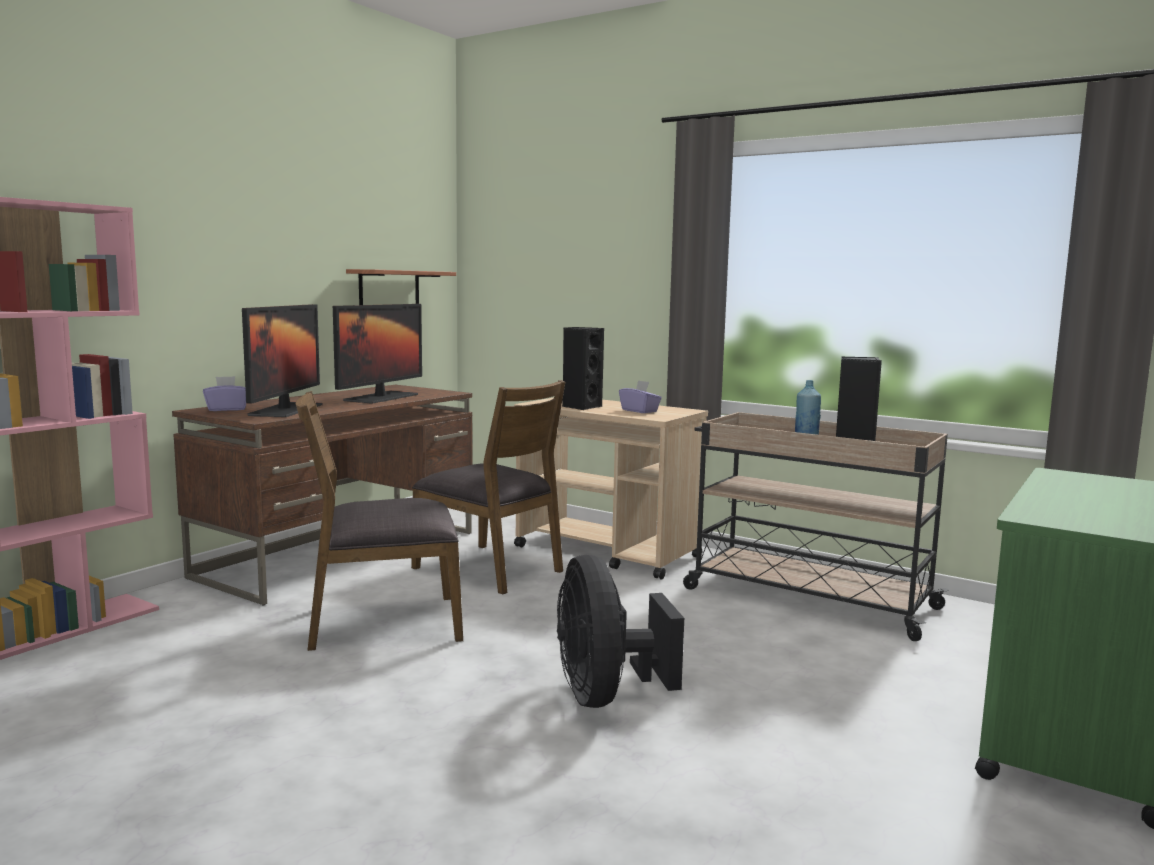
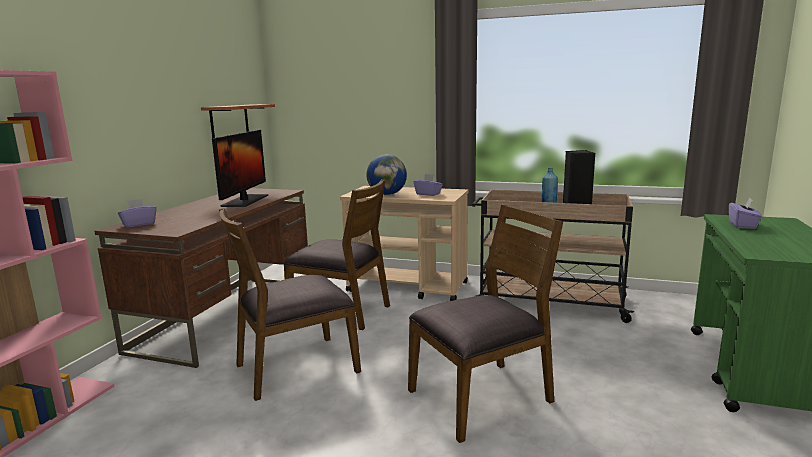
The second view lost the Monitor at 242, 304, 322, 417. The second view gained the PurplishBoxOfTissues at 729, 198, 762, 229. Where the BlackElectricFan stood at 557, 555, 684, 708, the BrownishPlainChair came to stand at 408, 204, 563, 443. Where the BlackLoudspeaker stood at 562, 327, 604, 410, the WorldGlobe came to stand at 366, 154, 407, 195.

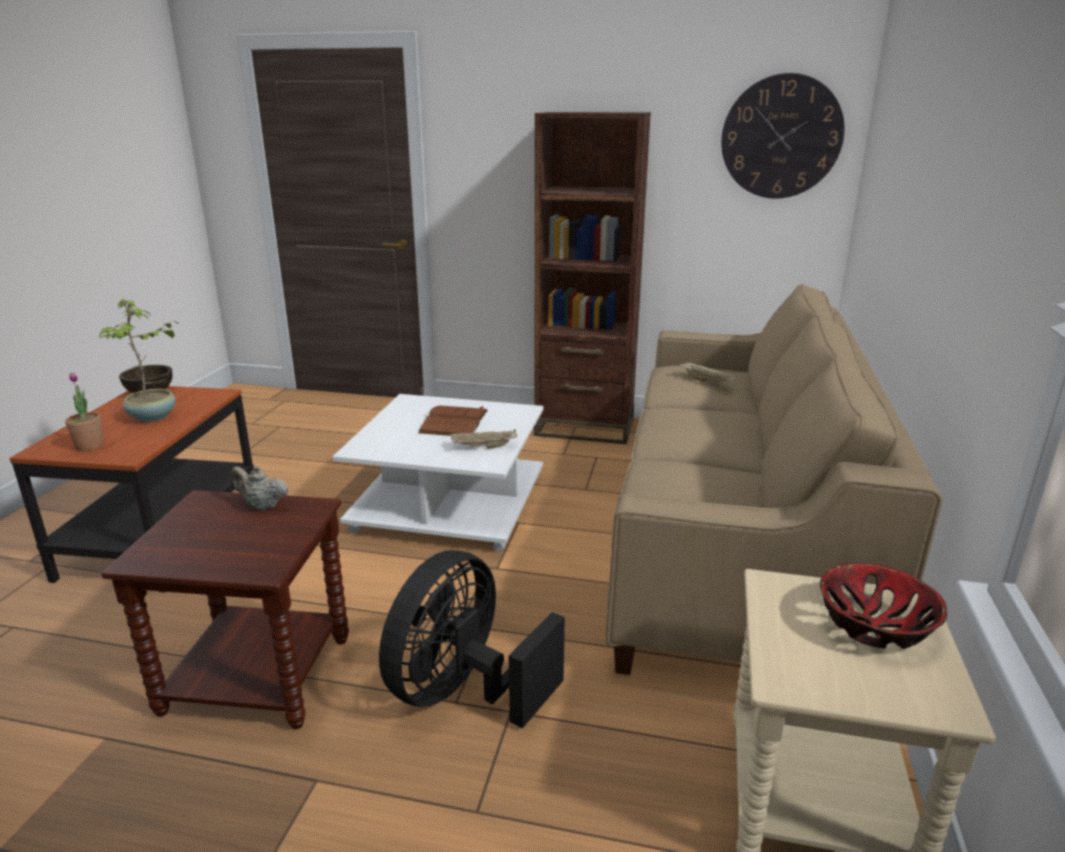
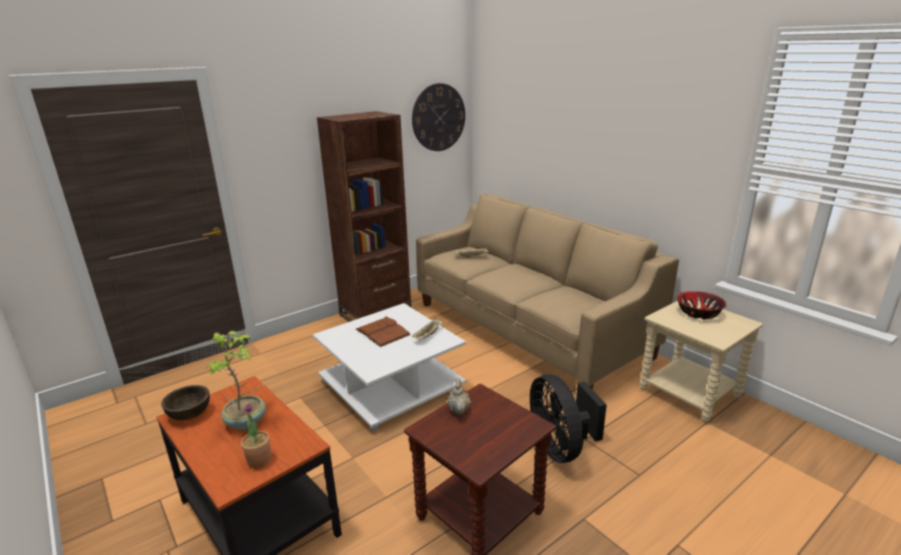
The BeigeColouredPotForTea at 231, 466, 289, 510 ended up facing another way, 120 degrees clockwise from before.

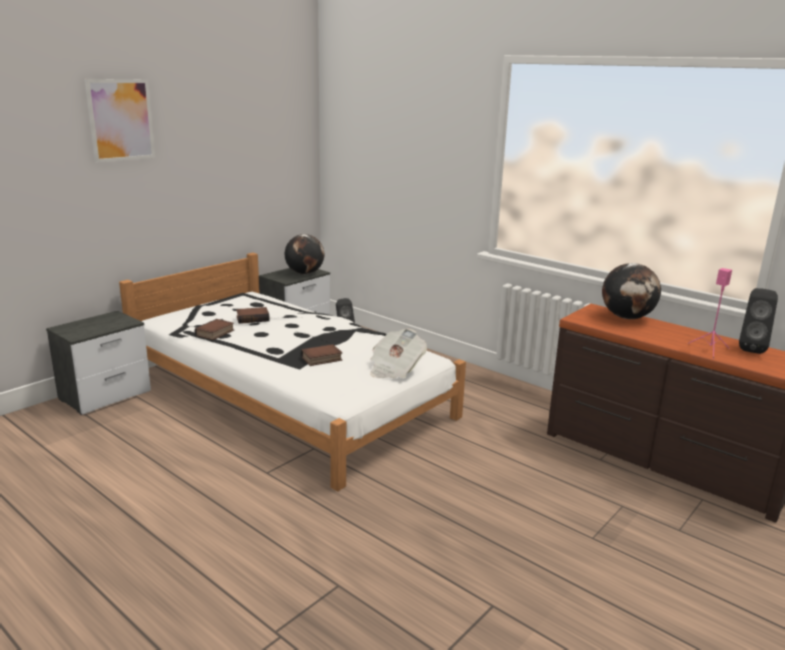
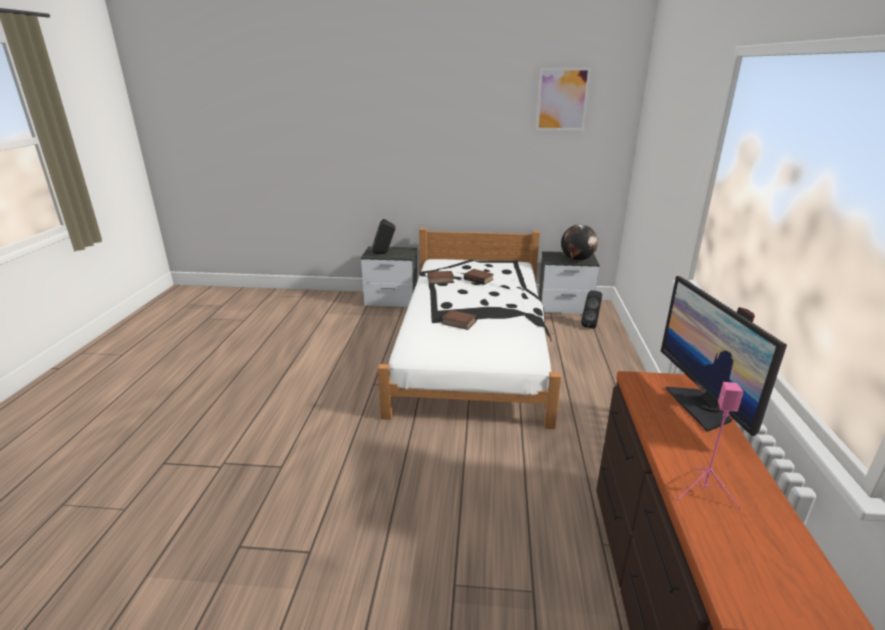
The second view lost the PrintedPaper at 370, 329, 427, 378. The WallArt ended up elsewhere, having gone from 85, 79, 155, 163 to 536, 67, 591, 131. The BlackLoudspeaker ended up elsewhere, having gone from 739, 288, 778, 354 to 372, 219, 395, 254. Where the WorldGlobe stood at 602, 263, 661, 319, the Monitor came to stand at 661, 276, 787, 436.

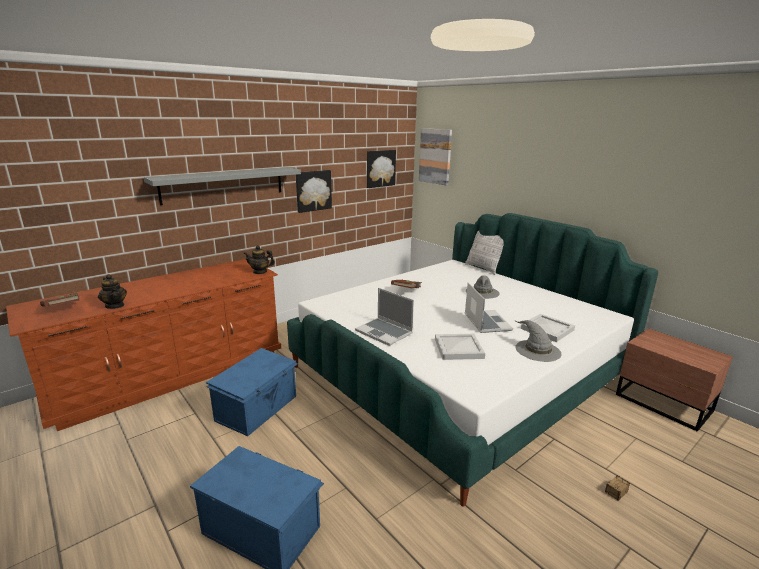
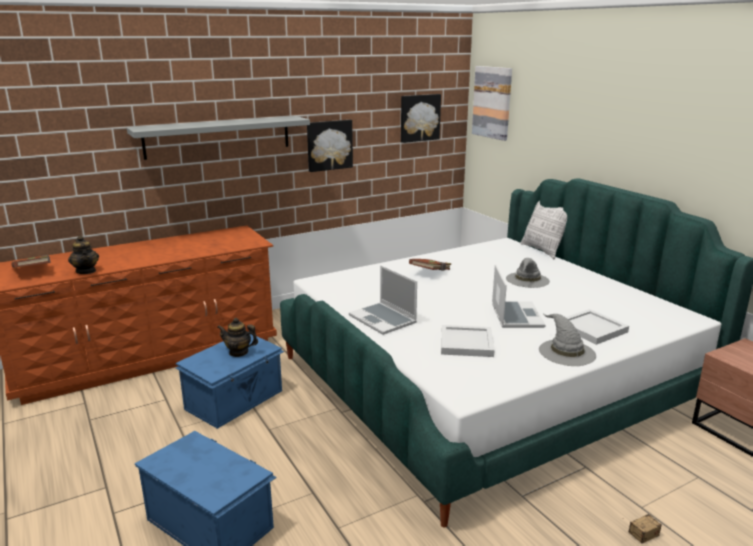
The PotForTea ended up elsewhere, having gone from 244, 245, 275, 274 to 217, 318, 258, 357.

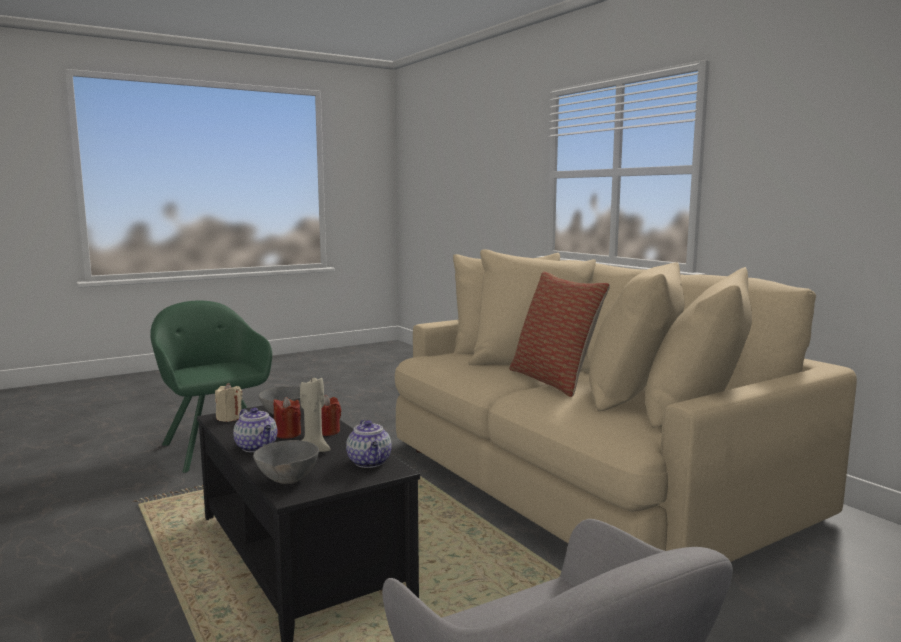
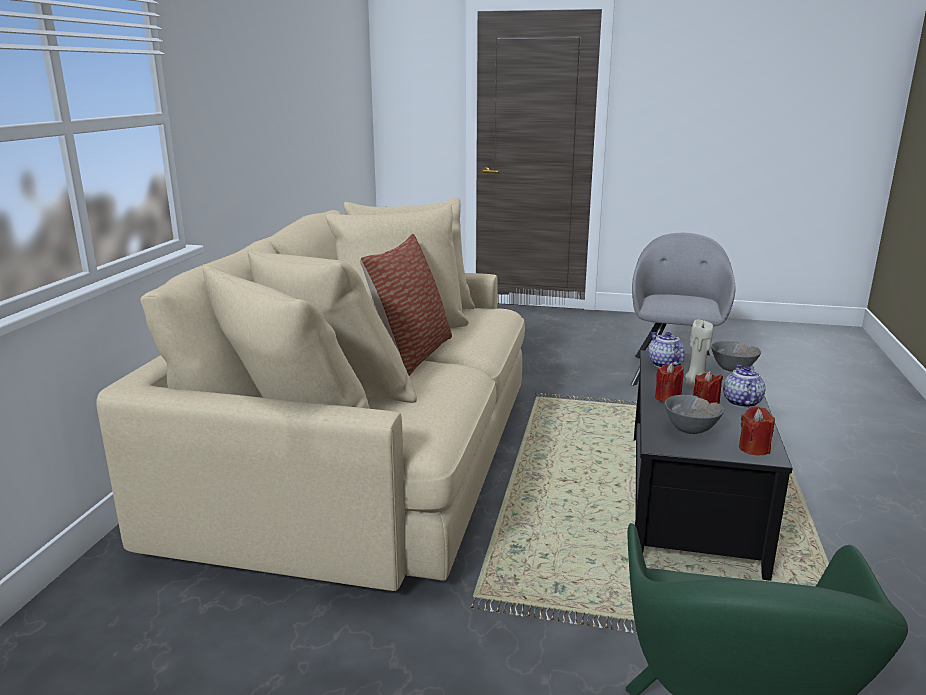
What was the BeigeColouredWaxCandle at 215, 383, 243, 422 turned into the ReddishWaxCandle at 739, 406, 775, 455. The PotForTea at 346, 420, 392, 468 ended up facing another way, 45 degrees counterclockwise from before.

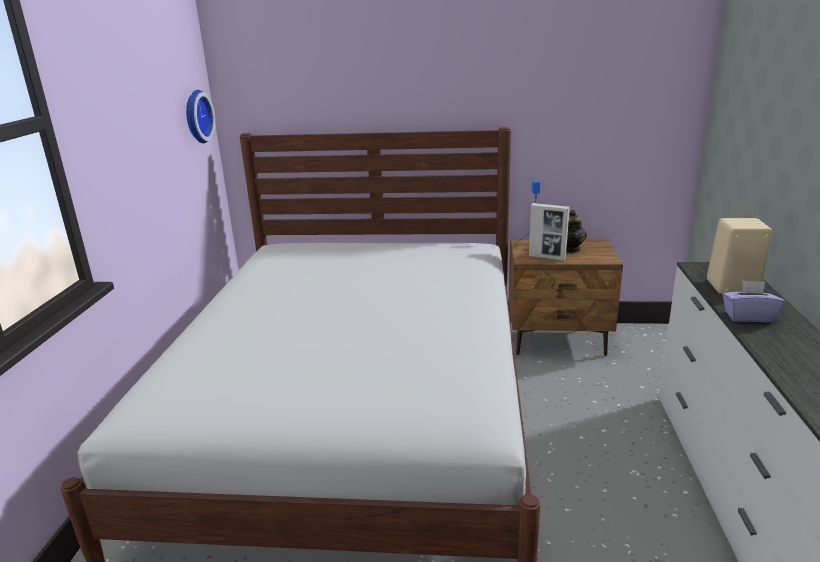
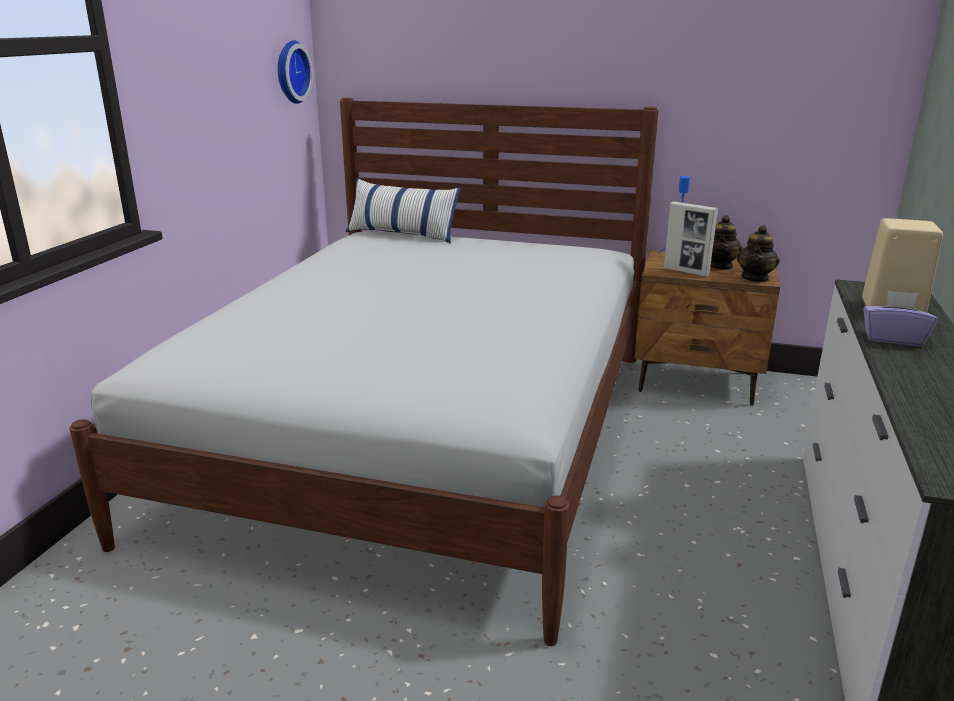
The second view gained the Pillow at 346, 178, 461, 243. The second view gained the PotForTea at 737, 225, 780, 283.

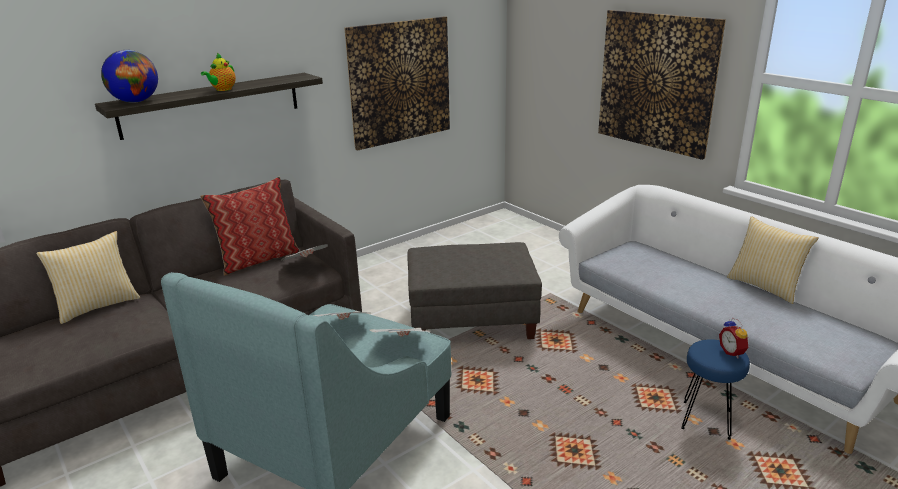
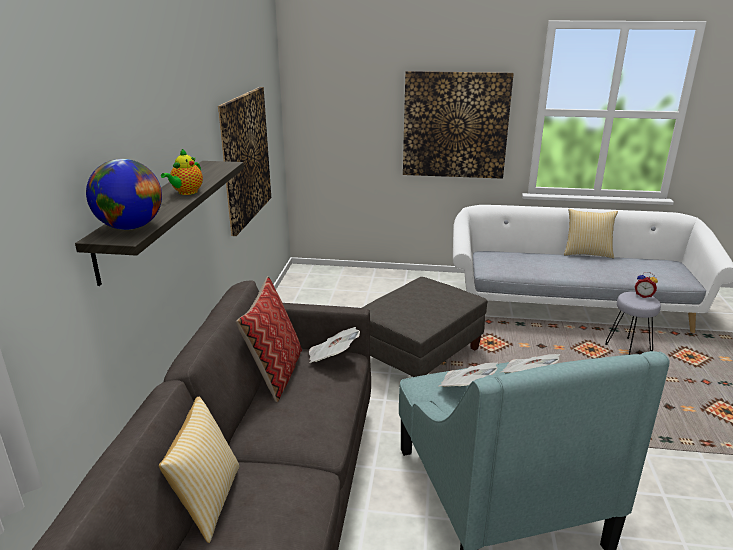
What was the BluishStoolSeat at 681, 339, 750, 440 turned into the GreyishStoolSeat at 605, 291, 661, 355. The PotForTea at 201, 53, 236, 91 ended up facing another way, 45 degrees clockwise from before.

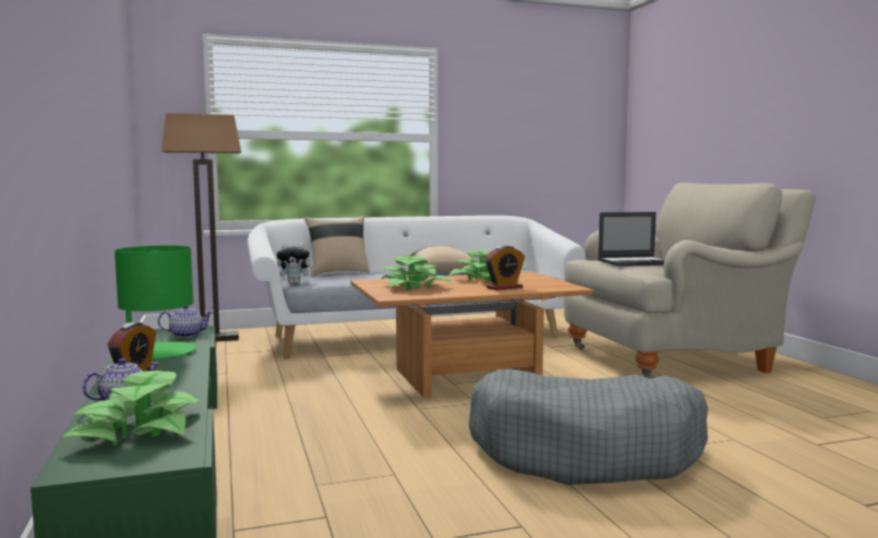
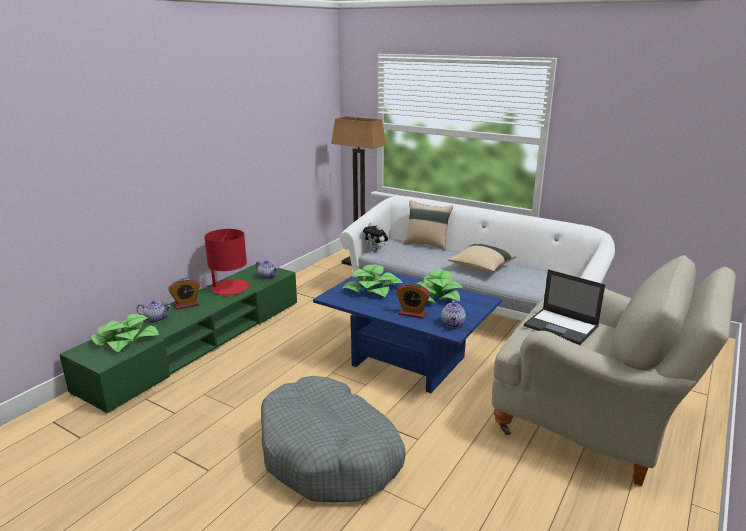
The second view gained the PotForTea at 441, 300, 466, 328. What was the GreenColouredTableLamp at 115, 245, 196, 359 turned into the ReddishTableLamp at 204, 229, 249, 295. What was the BrownishLowTable at 351, 272, 594, 398 turned into the BluishLowTable at 313, 270, 502, 393.

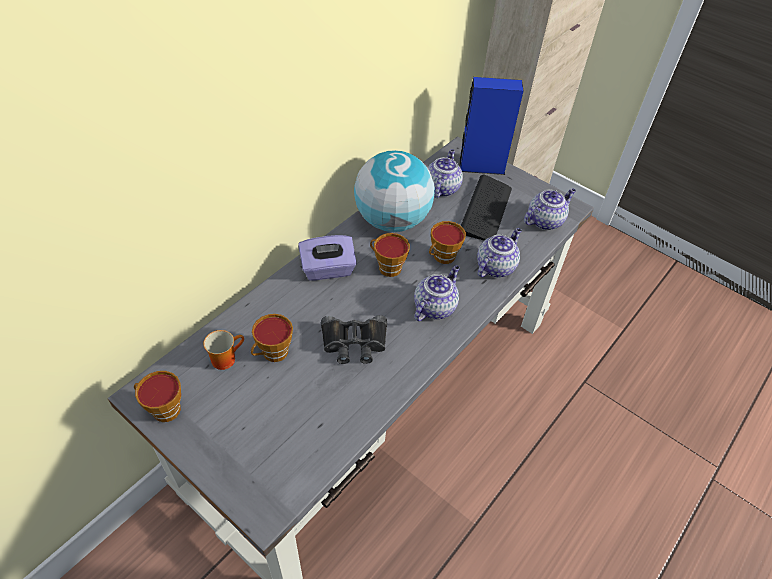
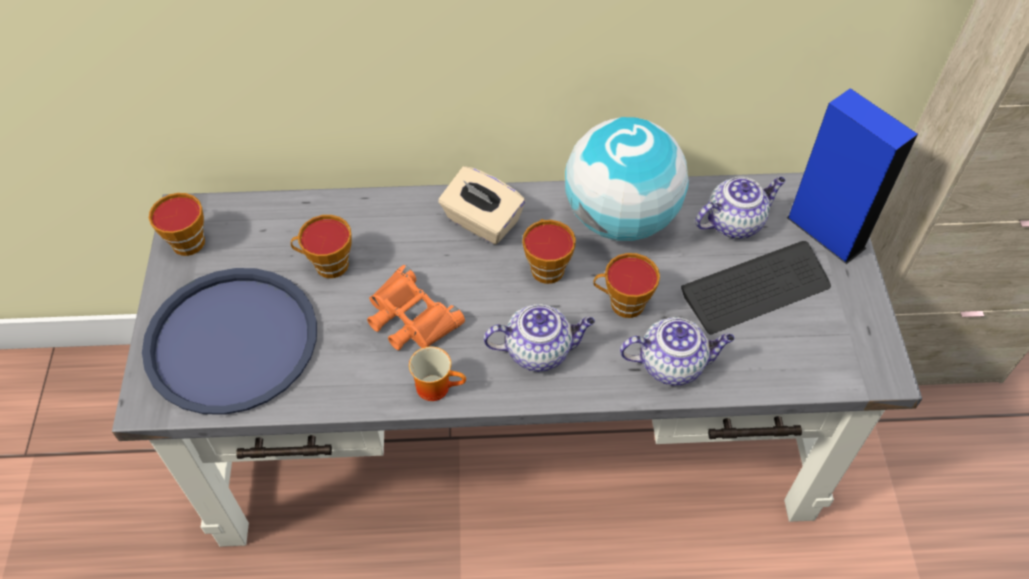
The second view lost the PotForTea at 524, 189, 576, 230. The second view gained the BluishServingTray at 142, 268, 317, 415. The Mug ended up elsewhere, having gone from 203, 330, 244, 370 to 409, 346, 466, 401. What was the PurplishBoxOfTissues at 298, 235, 357, 281 turned into the BeigeColouredBoxOfTissues at 438, 166, 525, 245. What was the BlackFieldGlasses at 321, 315, 387, 364 turned into the OrangeFieldGlasses at 367, 265, 465, 350.

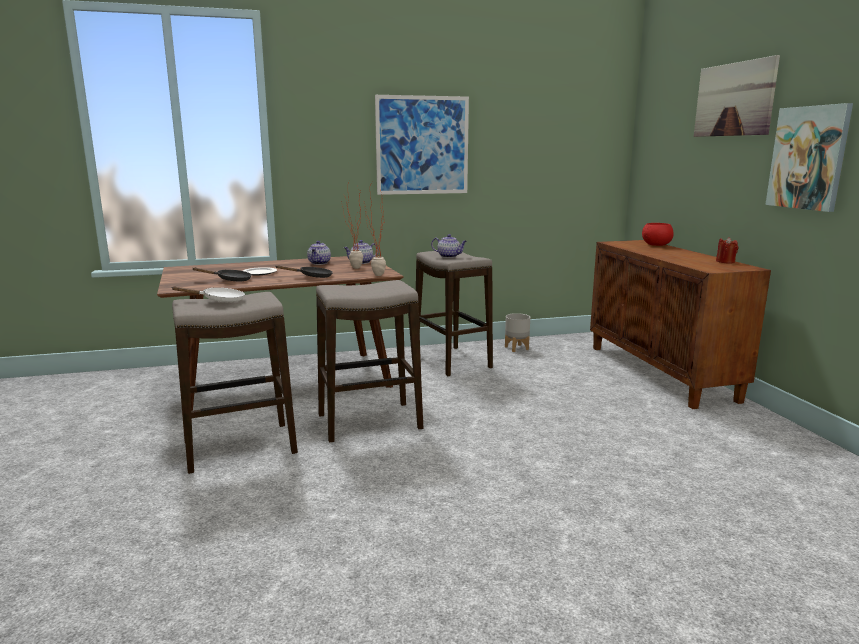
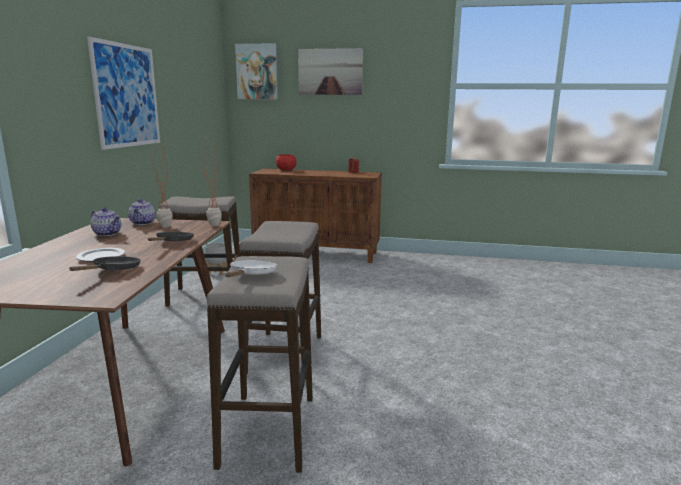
The second view lost the PotForTea at 431, 234, 467, 258. The WallArt ended up elsewhere, having gone from 765, 103, 853, 212 to 235, 43, 278, 99.

